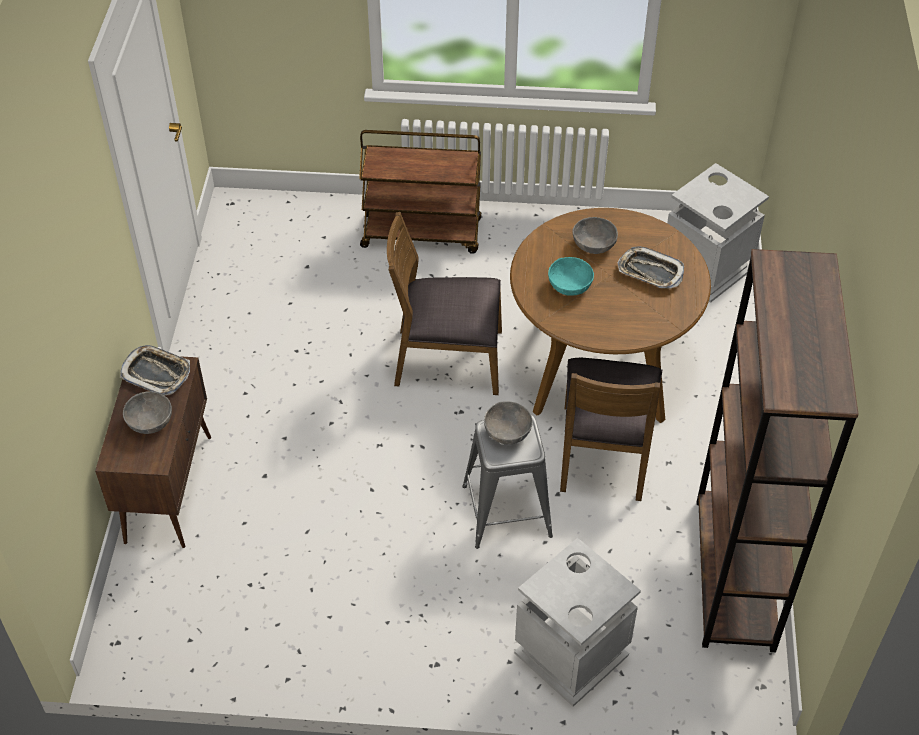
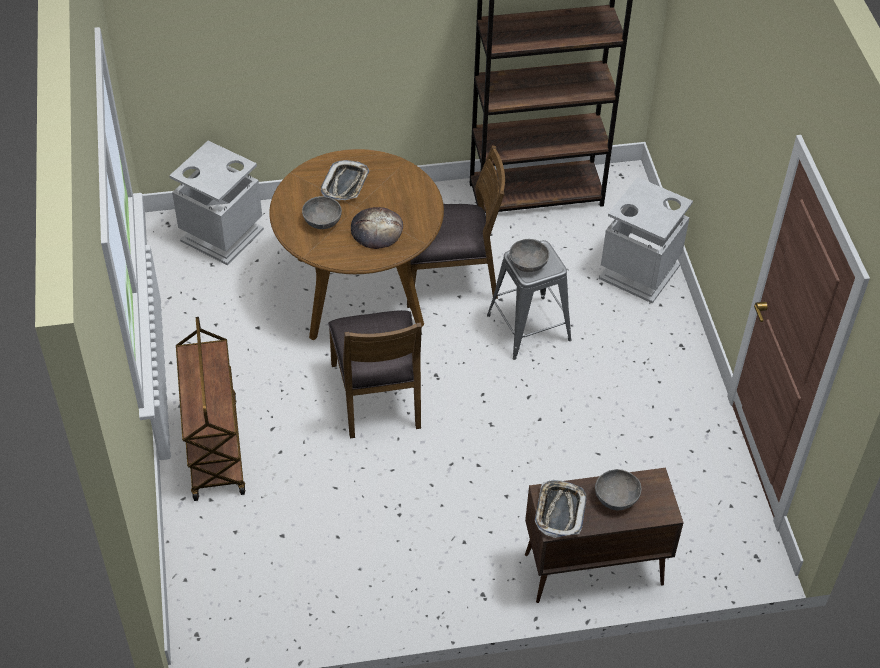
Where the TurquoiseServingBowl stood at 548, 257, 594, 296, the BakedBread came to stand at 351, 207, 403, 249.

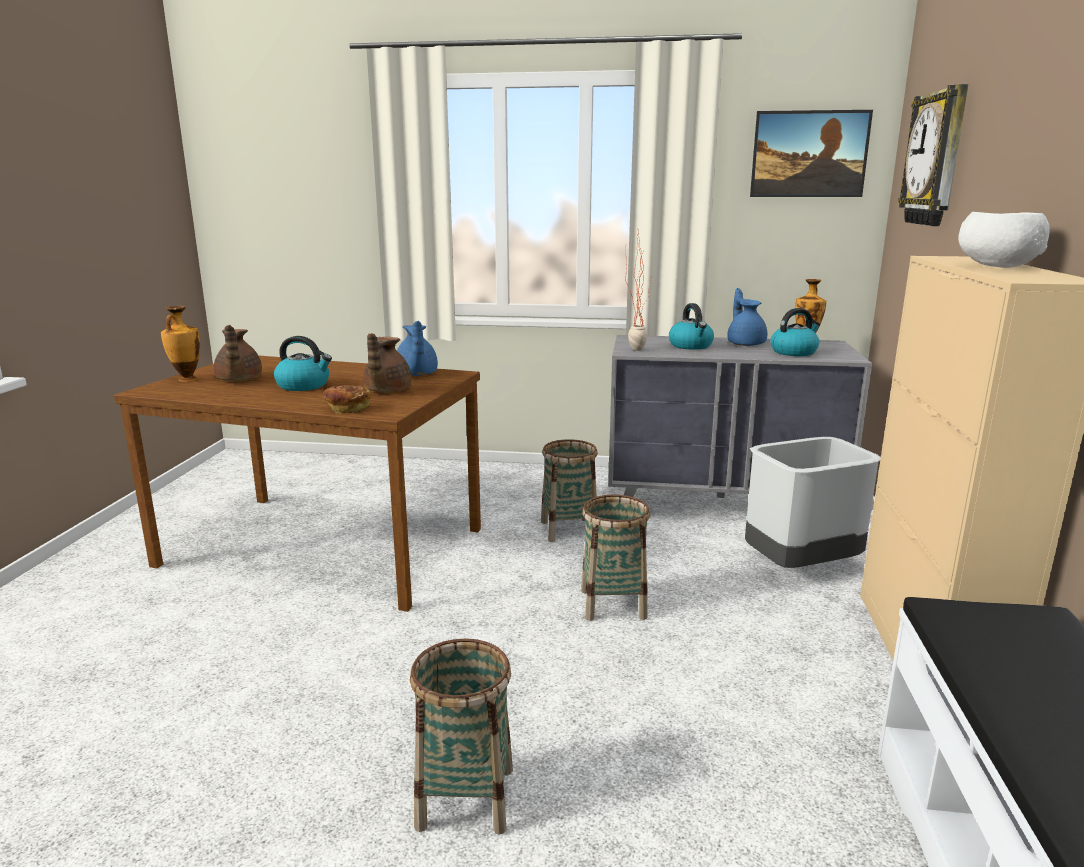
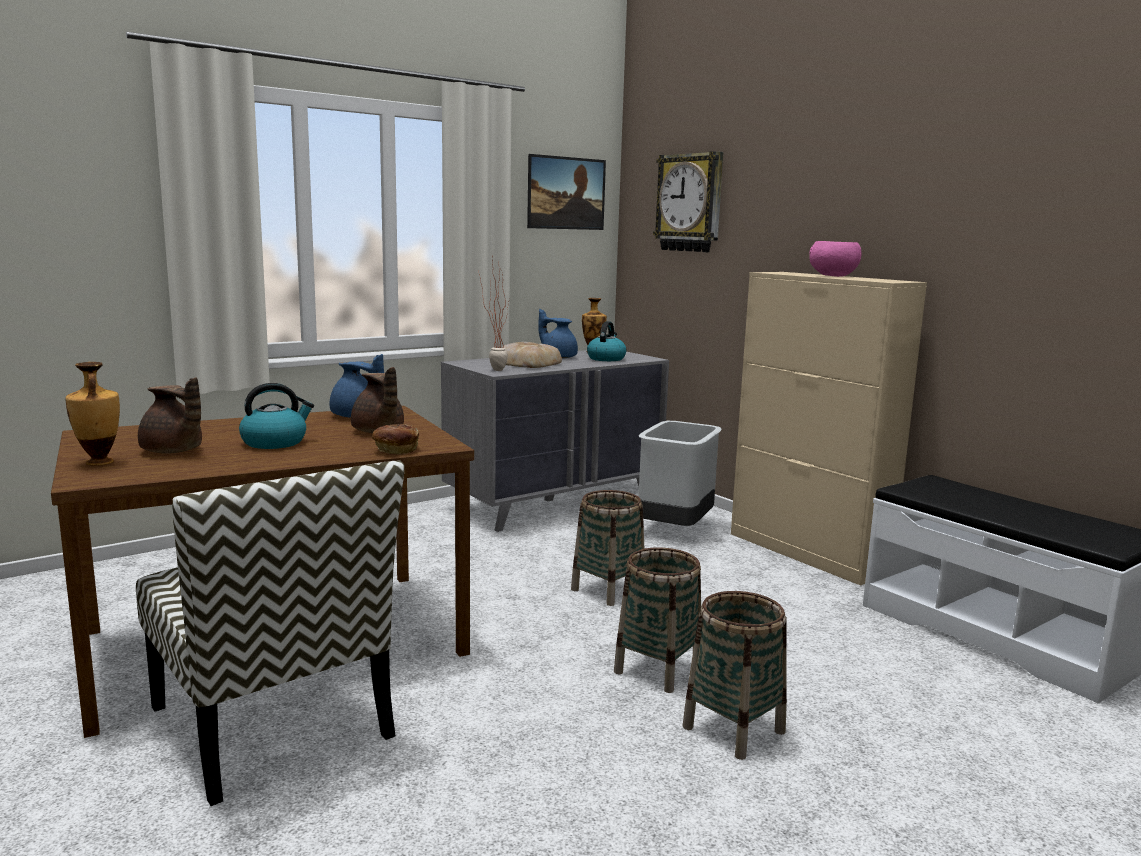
The second view gained the PlainChair at 136, 461, 405, 806. The StorageBasket ended up elsewhere, having gone from 541, 439, 598, 542 to 614, 547, 701, 693. Where the TeaKettle stood at 669, 303, 714, 350, the BakedBread came to stand at 502, 342, 562, 368. What was the WhitishServingBowl at 958, 212, 1050, 268 turned into the PinkServingBowl at 809, 241, 862, 277.

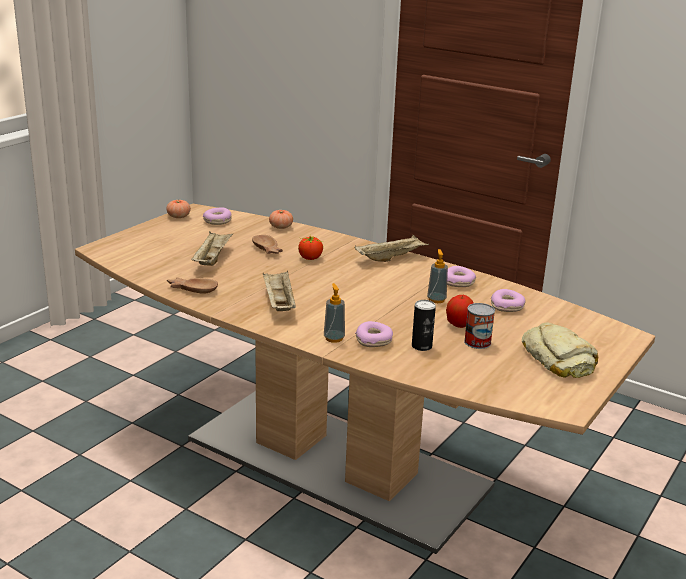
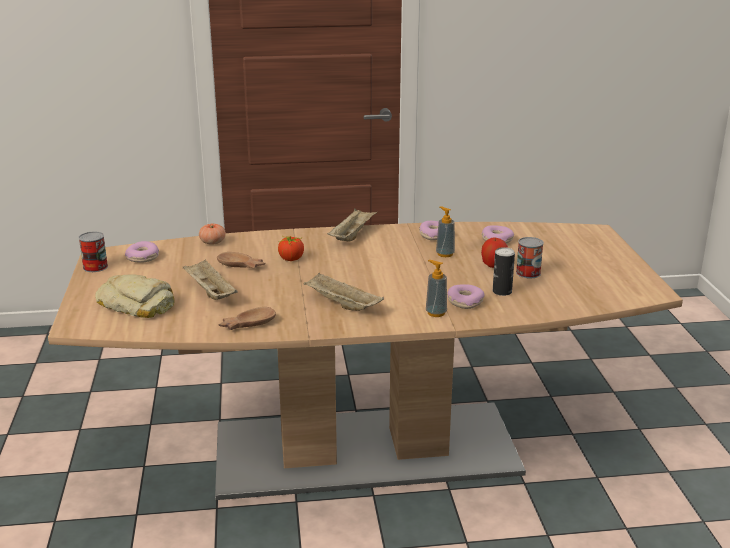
The BakedBread ended up elsewhere, having gone from 522, 322, 598, 378 to 95, 274, 175, 318. Where the FreshTomato stood at 166, 200, 191, 218, the Can came to stand at 79, 231, 108, 272.

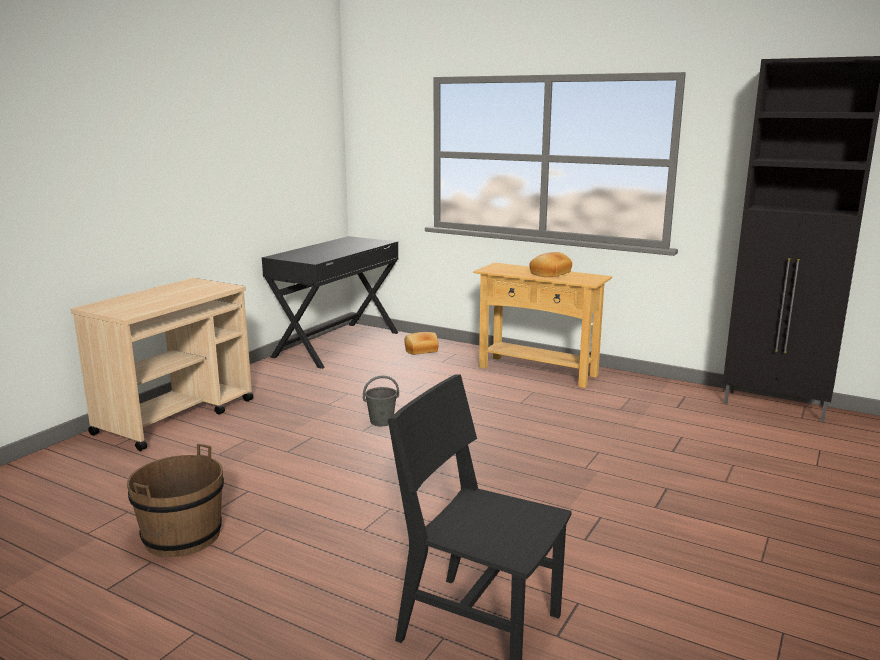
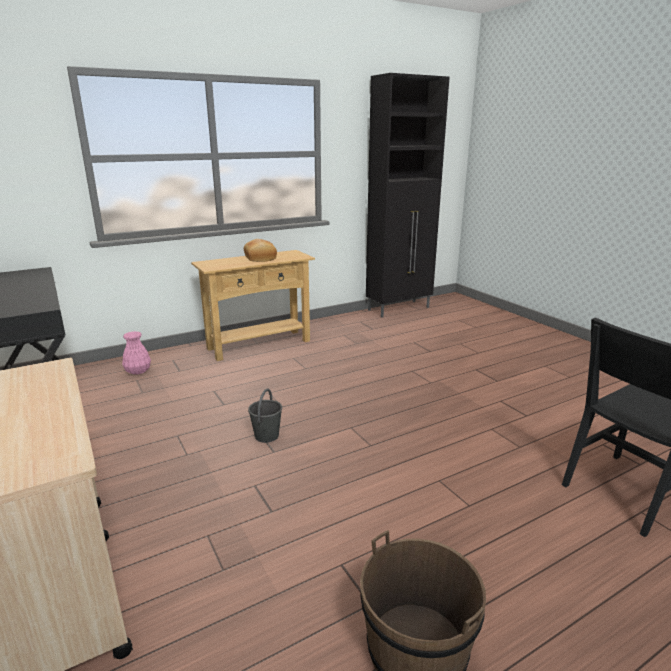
Where the BakedBread stood at 404, 332, 439, 355, the PinkVase came to stand at 122, 331, 151, 374.

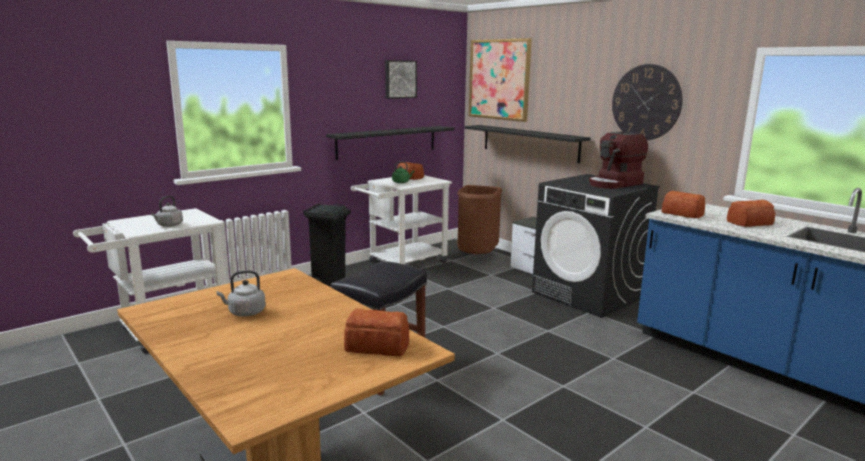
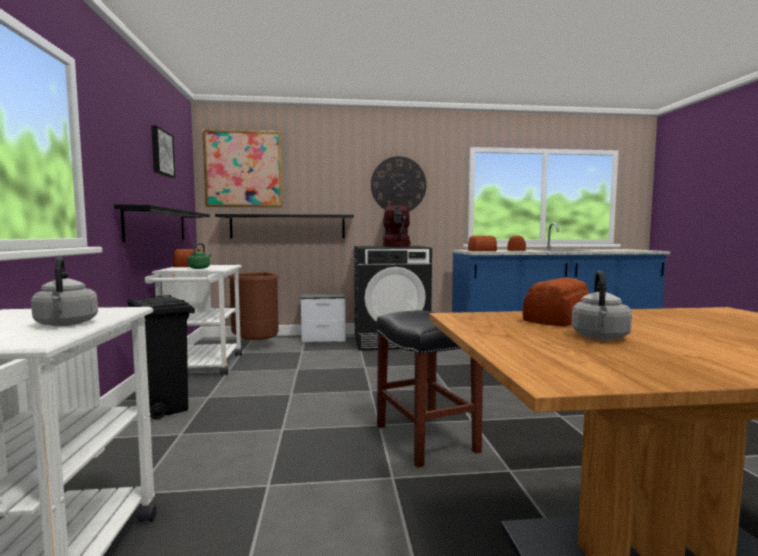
The BakedBread ended up elsewhere, having gone from 344, 309, 409, 356 to 523, 277, 590, 327.

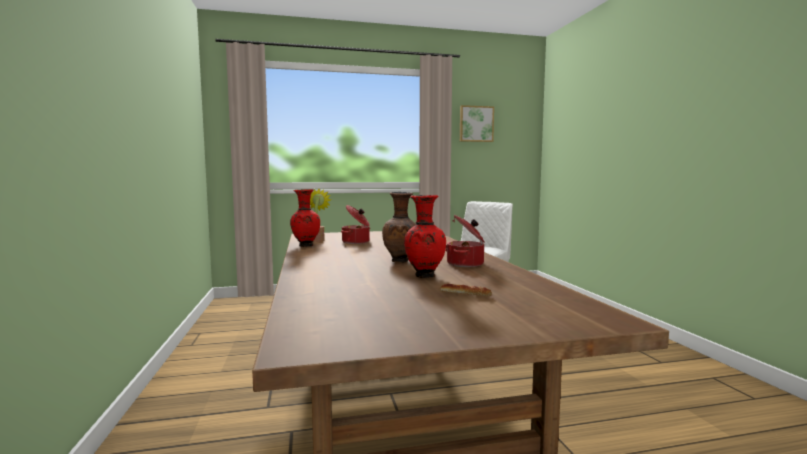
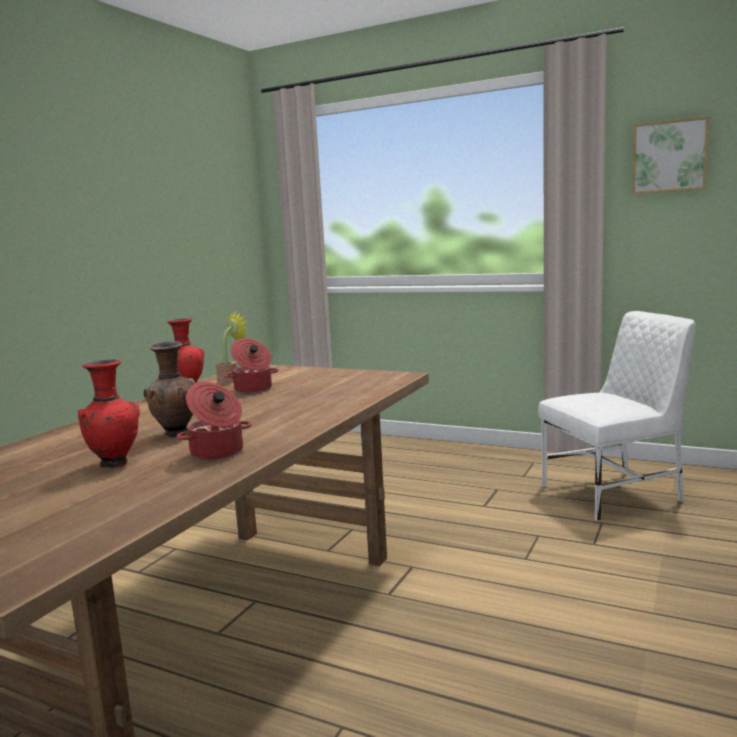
The second view lost the BakedBread at 440, 284, 492, 296.

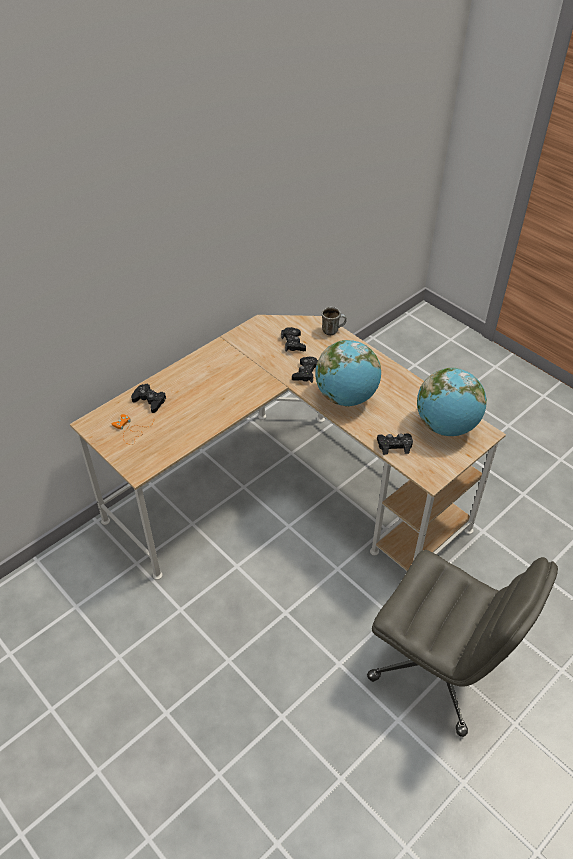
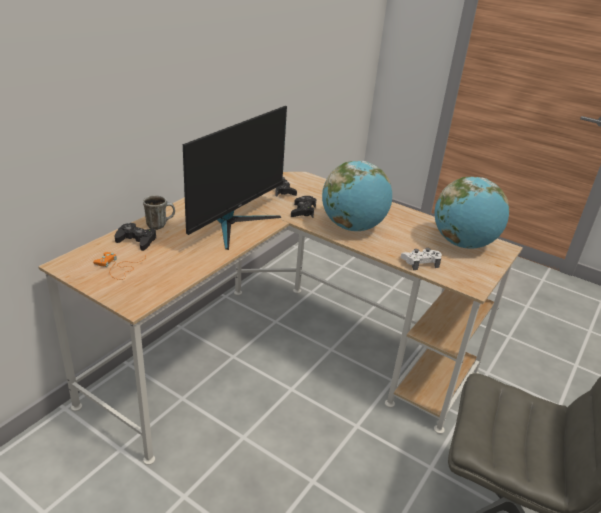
The second view gained the Monitor at 183, 106, 287, 250. The Mug ended up elsewhere, having gone from 322, 307, 347, 336 to 143, 195, 175, 230. What was the BlackJoypad at 377, 433, 413, 455 turned into the WhitishJoypad at 401, 248, 442, 270.

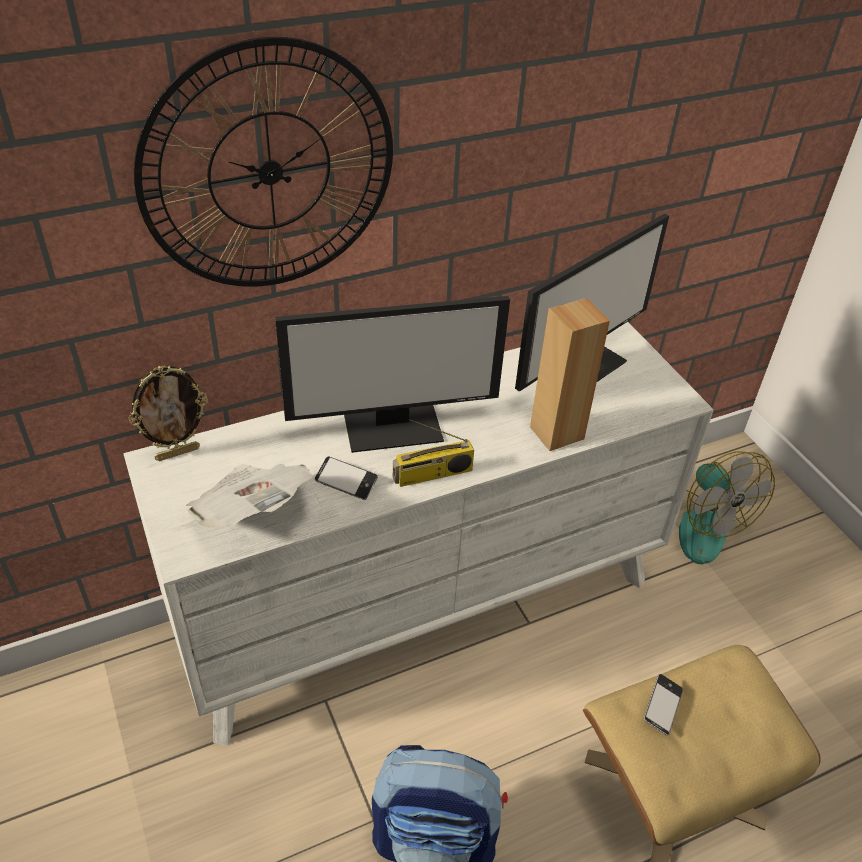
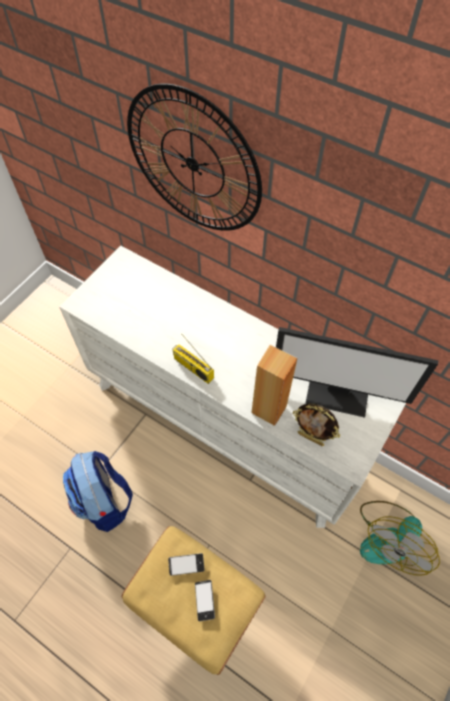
The second view lost the PrintedPaper at 186, 464, 314, 528. The second view lost the Monitor at 275, 296, 510, 453. The StandingFrame ended up elsewhere, having gone from 129, 366, 208, 461 to 293, 403, 340, 446. The Telephone ended up elsewhere, having gone from 315, 456, 378, 500 to 195, 580, 215, 621.

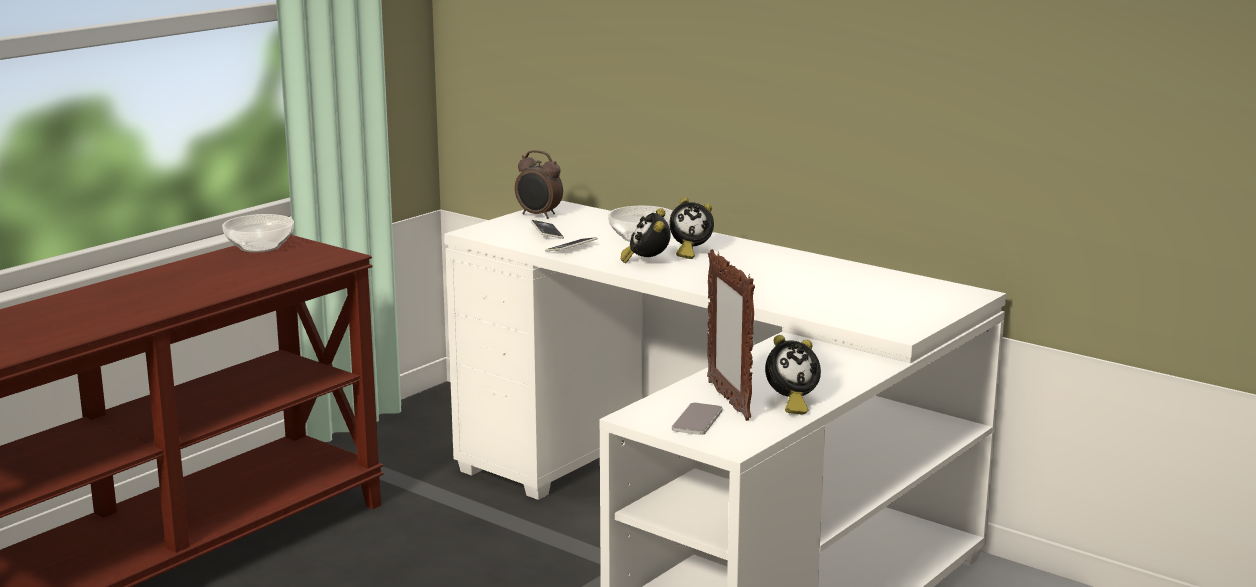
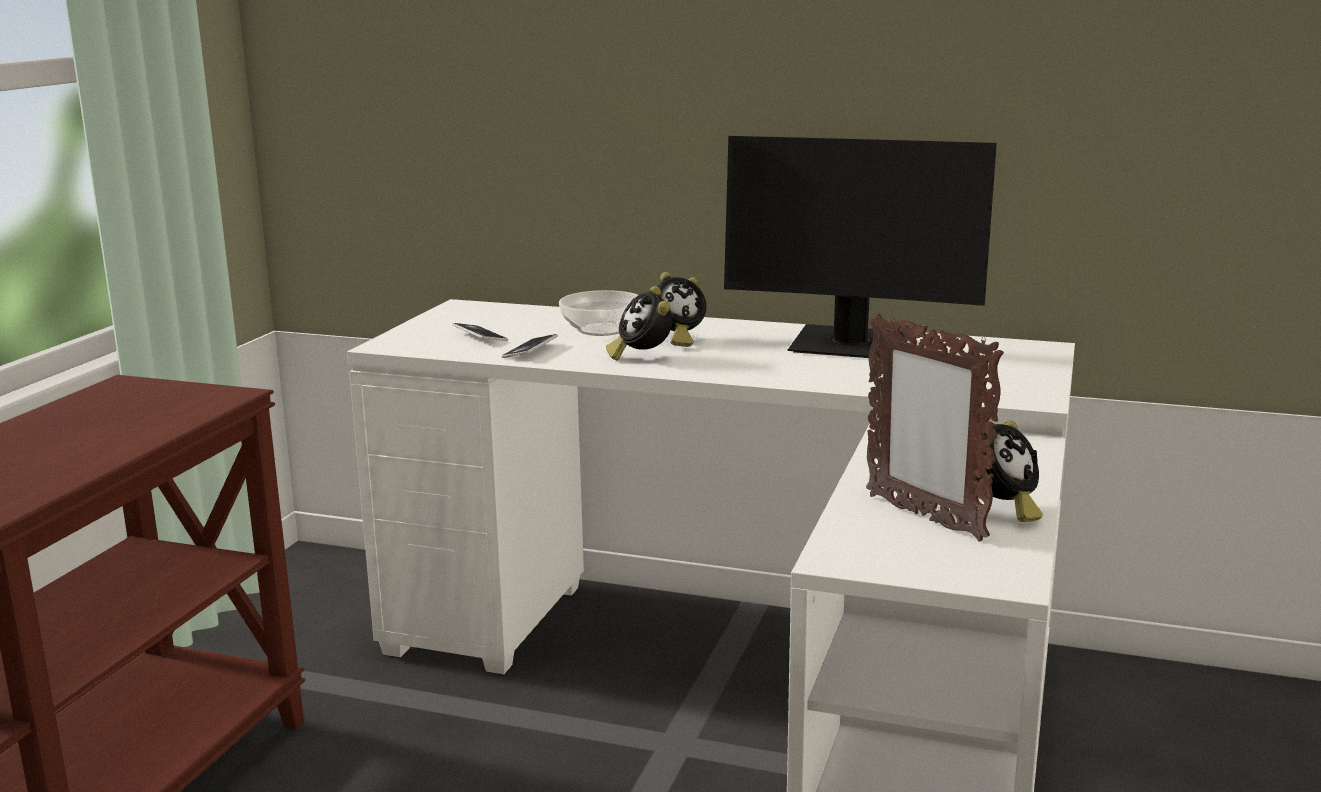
The second view lost the ServingBowl at 222, 214, 294, 253. The second view lost the AlarmClock at 515, 150, 563, 219. The second view lost the Telephone at 672, 403, 723, 435. The second view gained the Monitor at 724, 136, 997, 358.

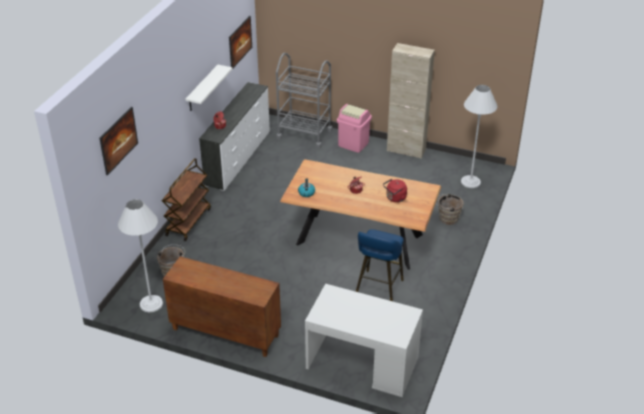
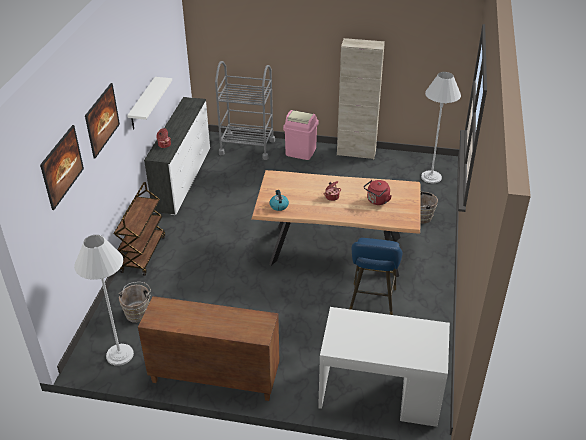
The WallArt ended up elsewhere, having gone from 229, 16, 252, 68 to 85, 83, 120, 158.

